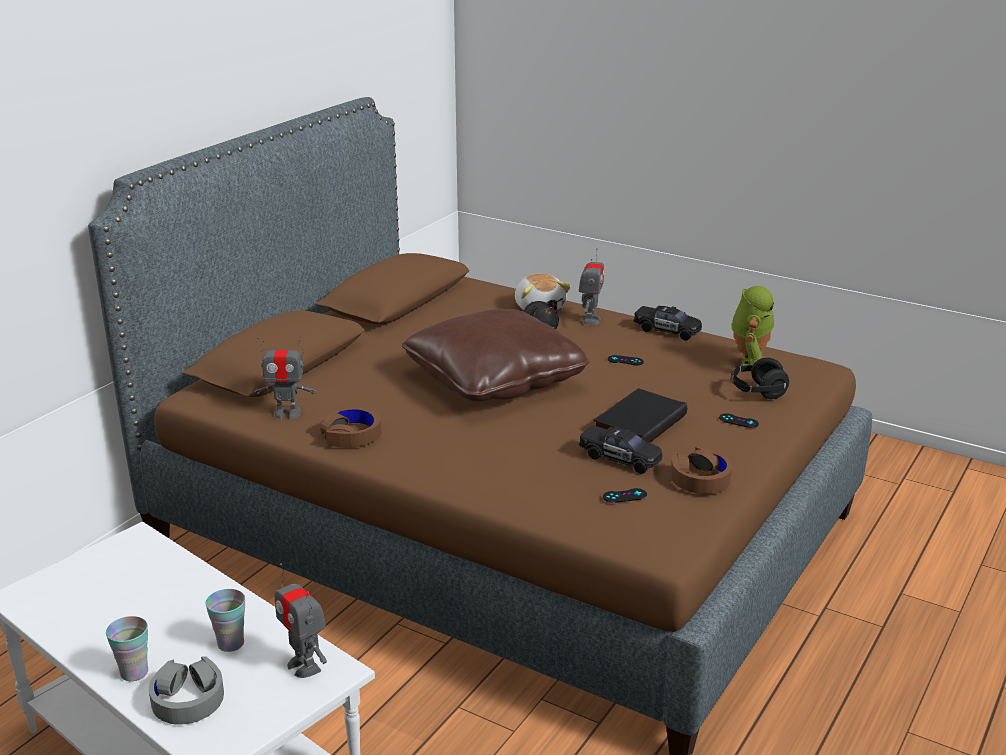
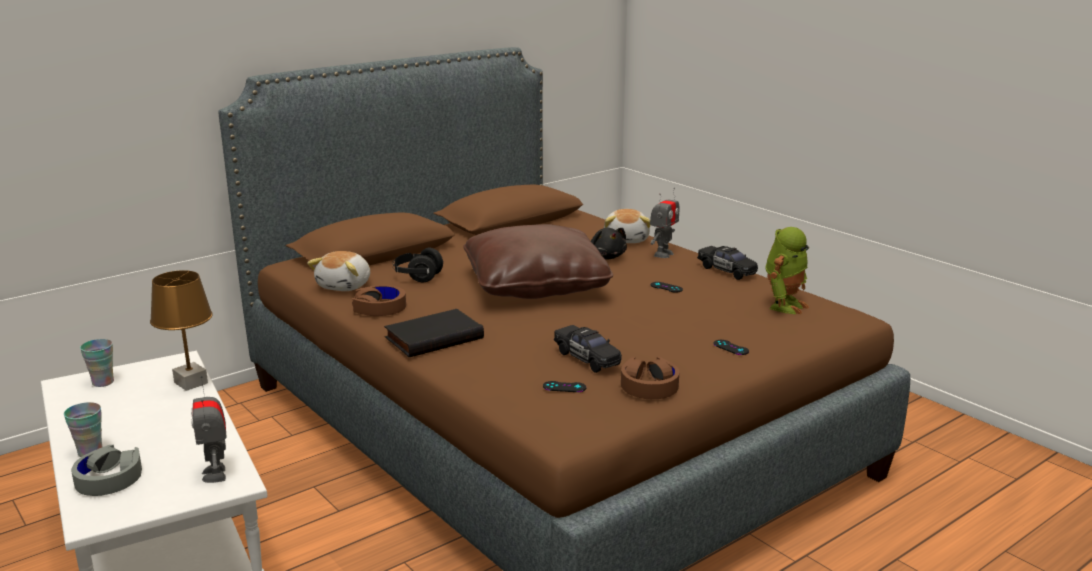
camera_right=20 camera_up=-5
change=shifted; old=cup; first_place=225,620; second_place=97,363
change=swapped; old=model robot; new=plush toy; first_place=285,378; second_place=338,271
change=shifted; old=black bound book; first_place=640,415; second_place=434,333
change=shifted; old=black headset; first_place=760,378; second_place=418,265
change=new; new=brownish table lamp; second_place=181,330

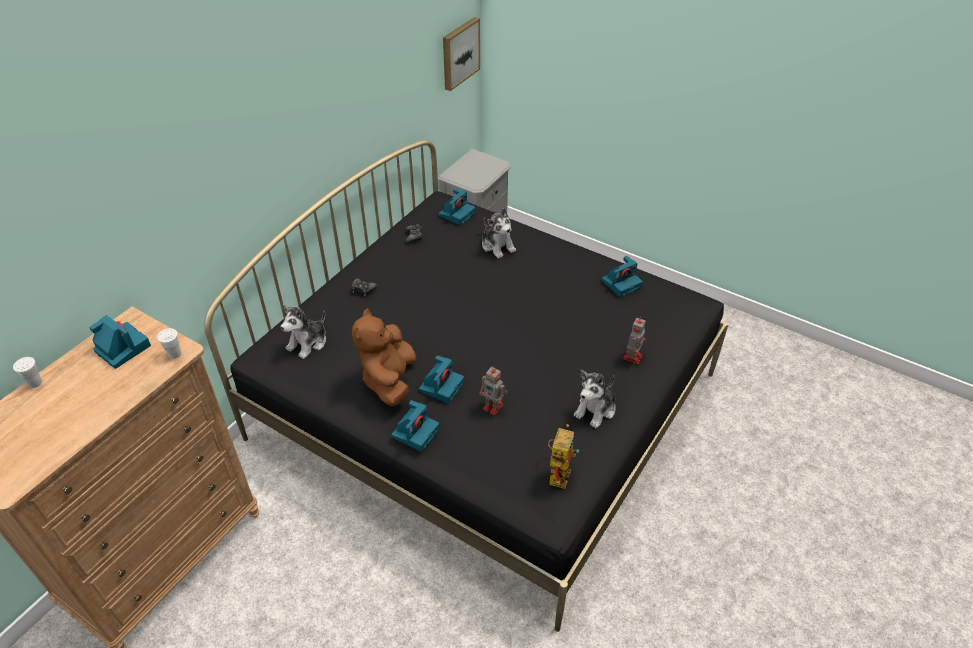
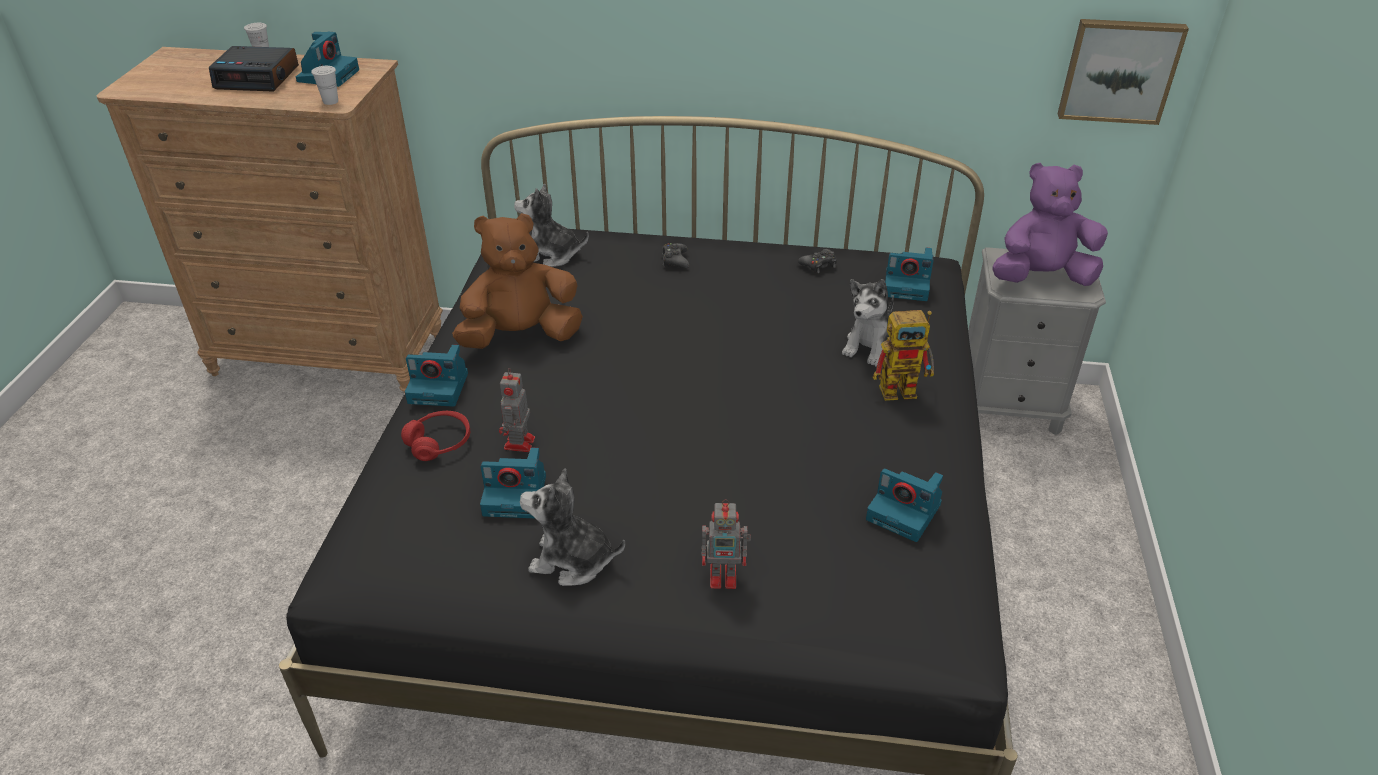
camera_right=65 camera_up=-5
change=shifted; old=still camera; first_place=441,379; second_place=513,483
change=shifted; old=model robot; first_place=563,456; second_place=903,355
change=new; new=alarm clock; second_place=254,69
change=new; new=red headset; second_place=435,436
change=new; new=purplish plush toy; second_place=1050,224

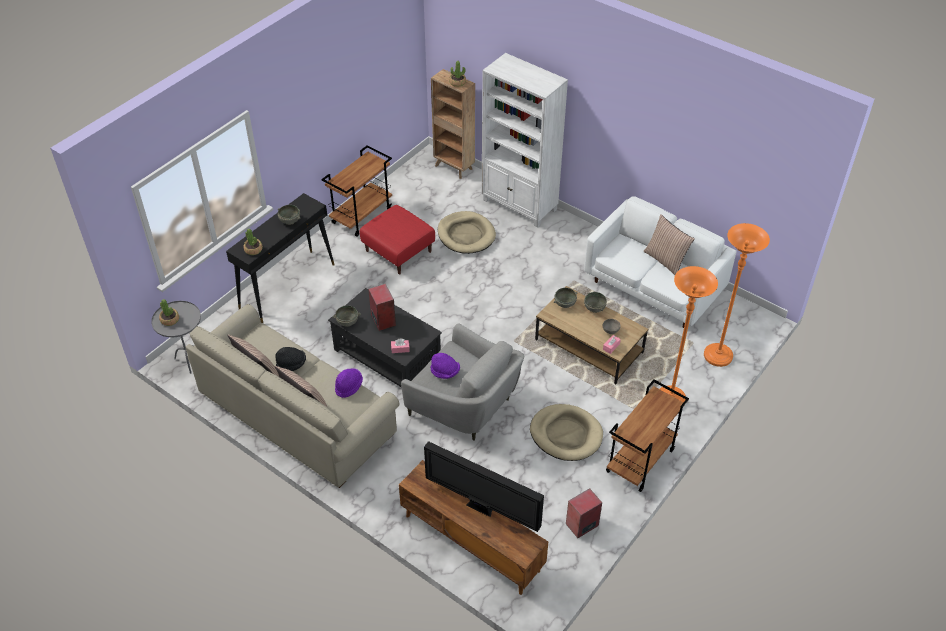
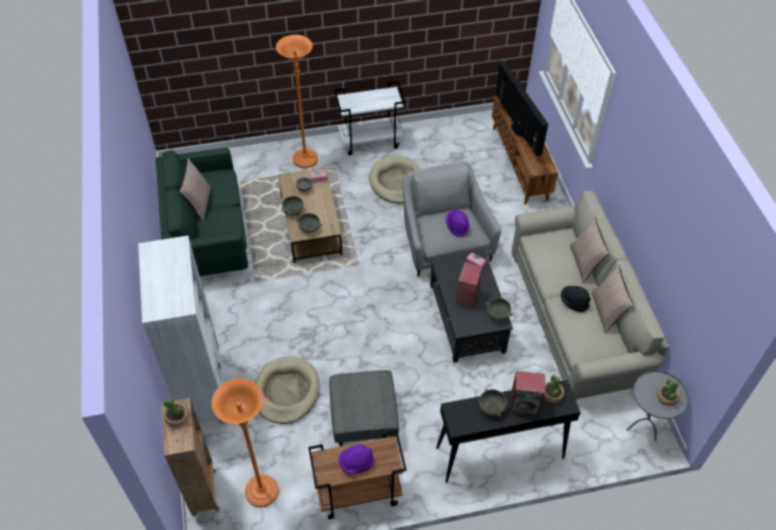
camera_right=-140 camera_up=5
change=shifted; old=purplish wearable hat; first_place=349,383; second_place=356,459
change=repainted; old=red pouffe; new=gray pouffe; first_place=397,239; second_place=364,408
change=shifted; old=loudspeaker; first_place=584,513; second_place=527,393
change=repainted; old=white couch; new=green couch; first_place=660,262; second_place=202,212
change=repainted; old=brownish trolley; new=white trolley; first_place=647,436; second_place=369,118
change=shifted; old=orange floor lamp; first_place=737,295; second_place=245,442

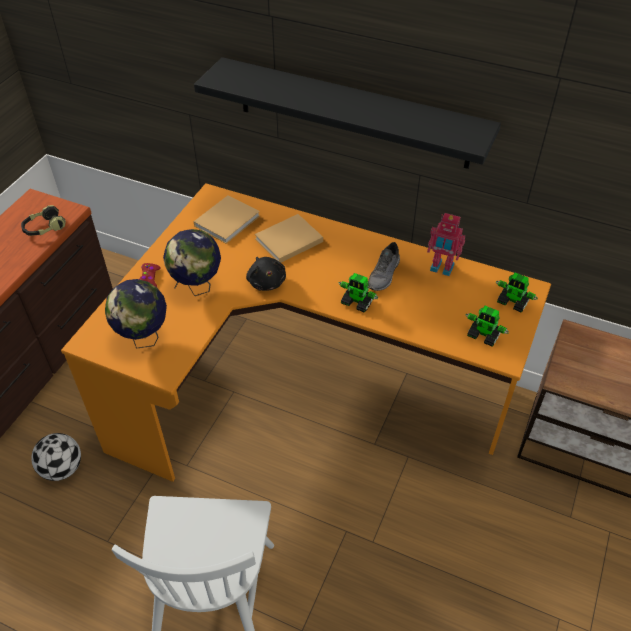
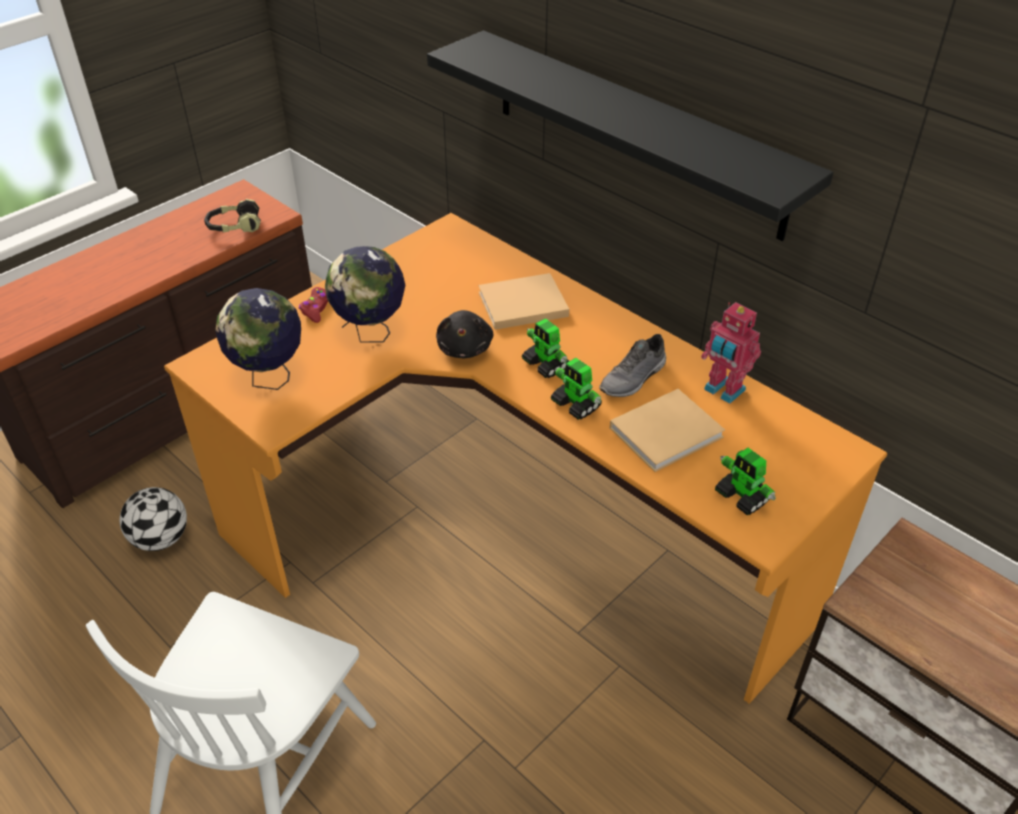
camera_right=20 camera_up=-5
change=shifted; old=sand-coloured bound book; first_place=227,219; second_place=667,430
change=shifted; old=model robot; first_place=517,292; second_place=545,348

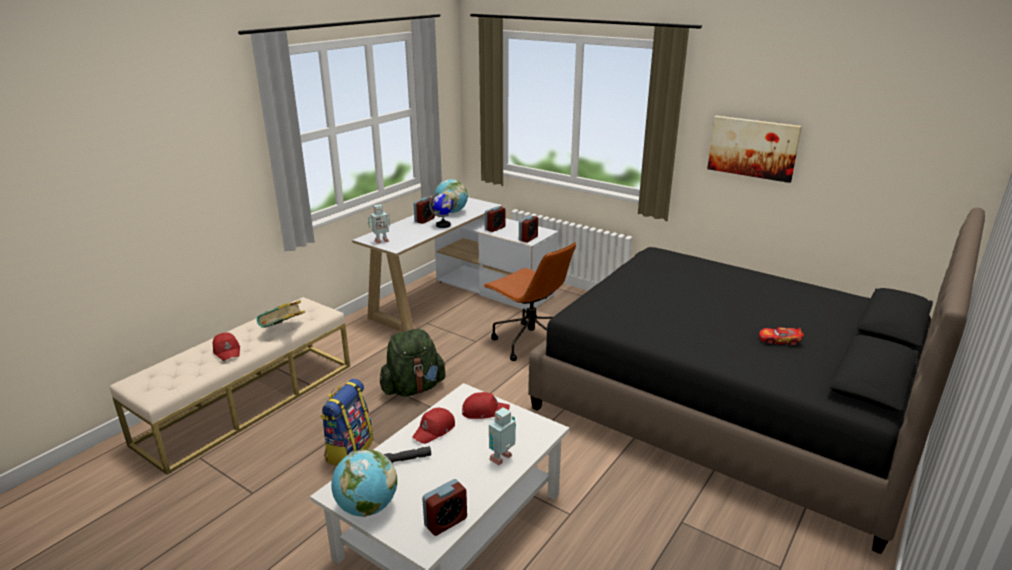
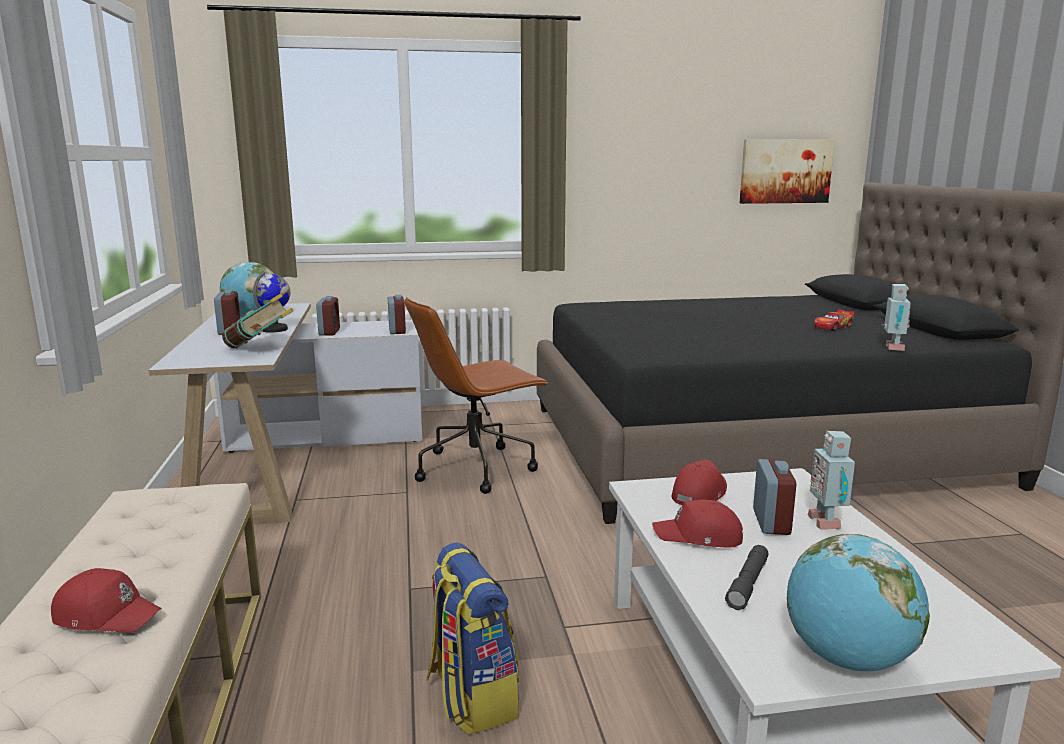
camera_right=-45 camera_up=-10
change=shifted; old=bound book; first_place=281,314; second_place=258,321
change=shifted; old=model robot; first_place=379,224; second_place=896,317
change=gone; old=green rucksack; first_place=413,362
change=rotated; old=red peaked cap; first_place=433,426; second_place=697,523; degrees=105
change=shifted; old=alarm clock; first_place=444,507; second_place=774,497
change=rotated; old=brownish office chair; first_place=529,301; second_place=476,395; degrees=150
change=shifted; old=picture; first_place=754,149; second_place=787,171

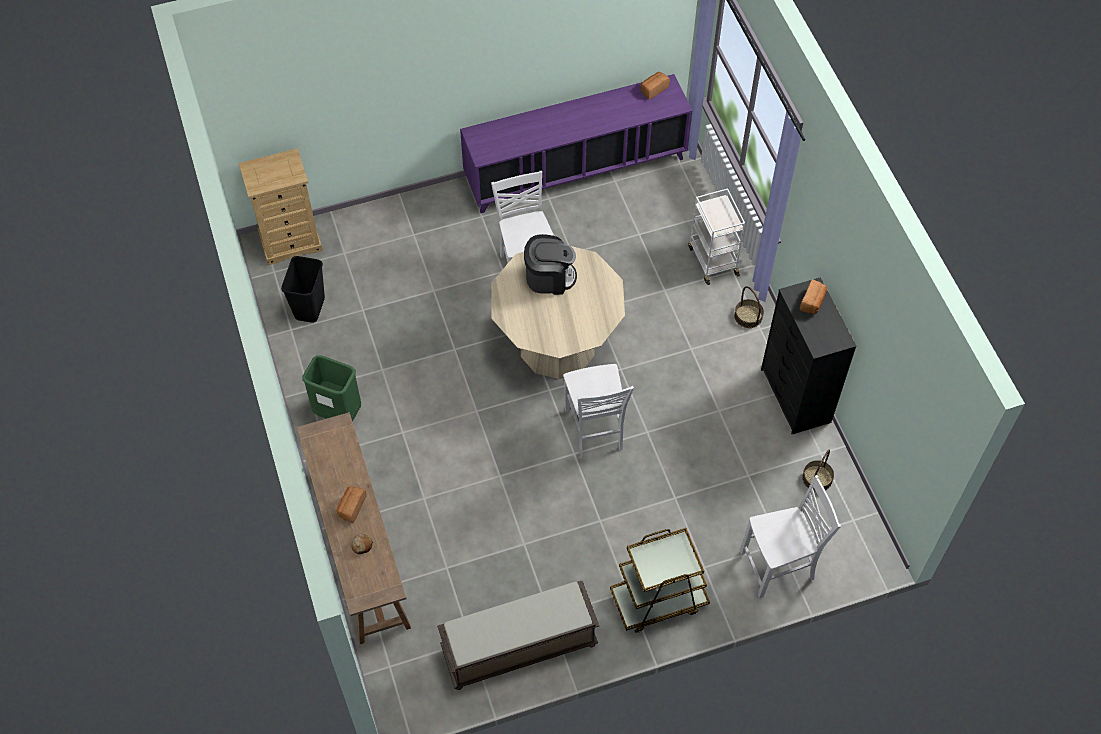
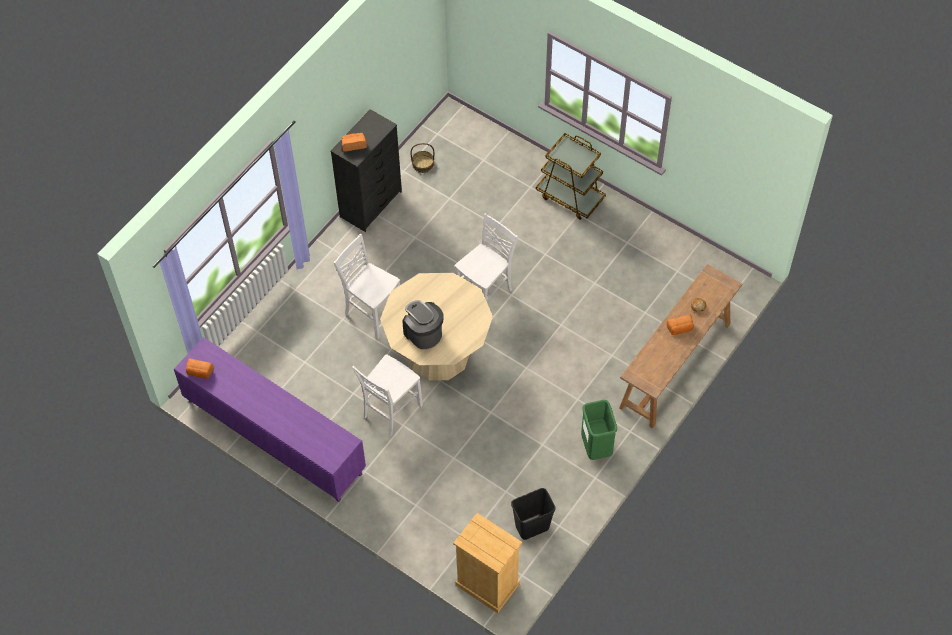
camera_right=-125 camera_up=0
change=gone; old=brownish indoor bench; first_place=518,635
change=gone; old=white trolley; first_place=716,236
change=gone; old=household basket; first_place=749,307
change=shifted; old=white chair; first_place=790,536; second_place=366,286

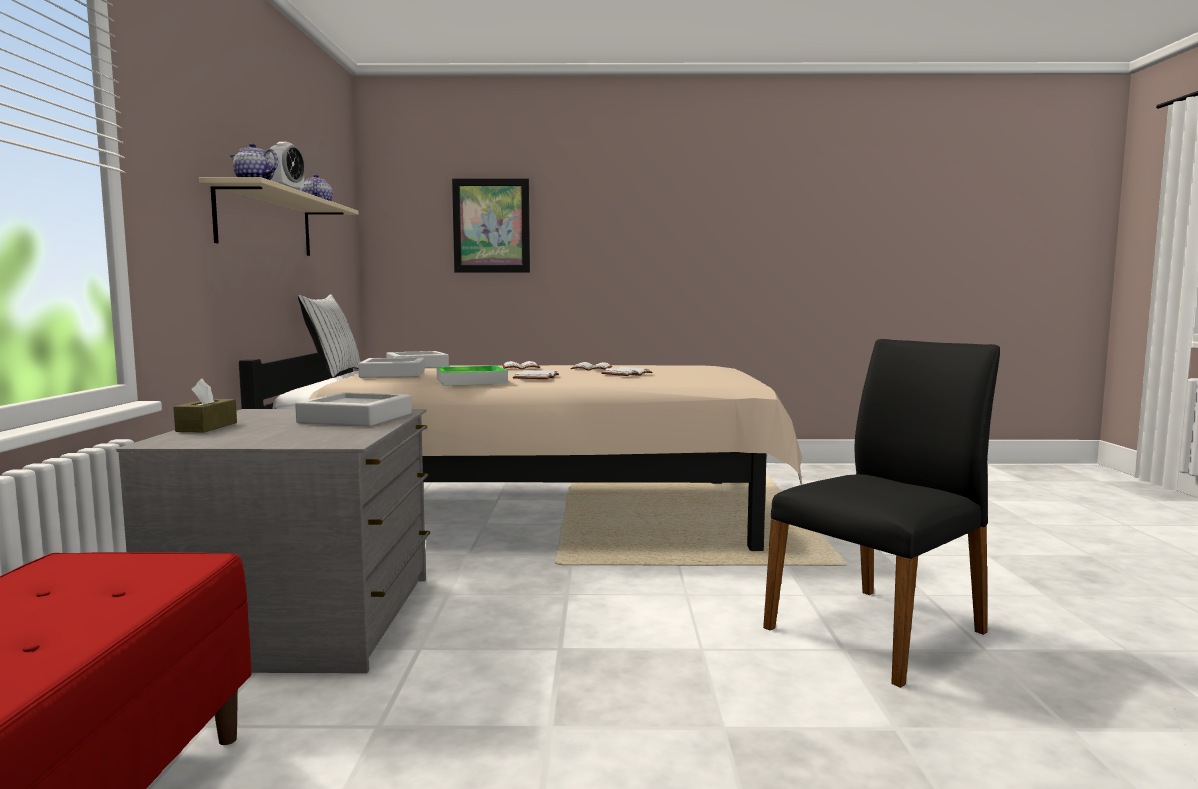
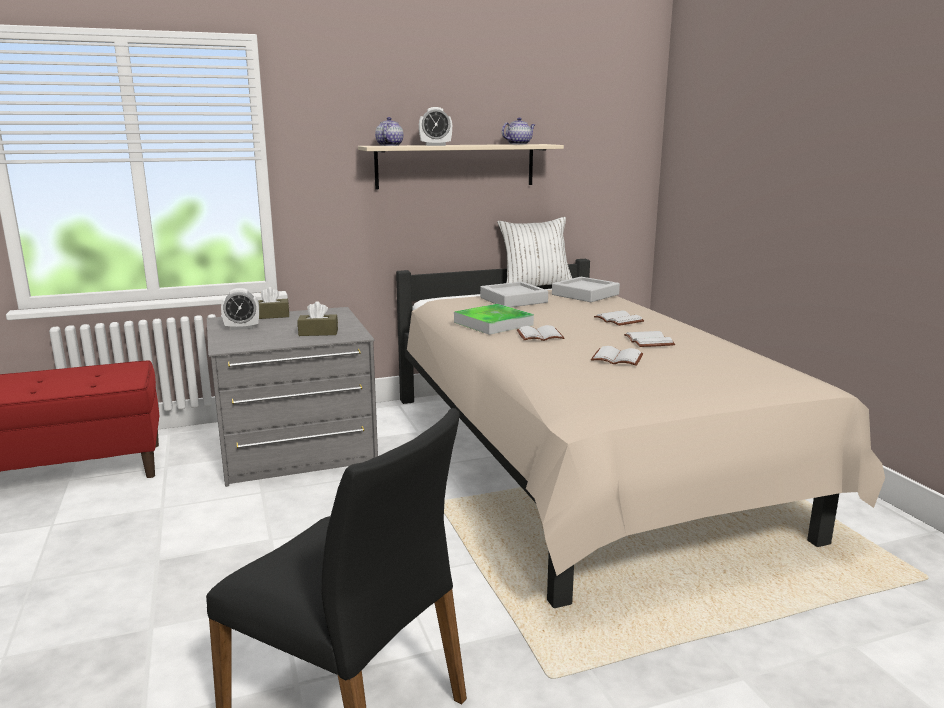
camera_right=70 camera_up=10
change=swapped; old=gray serving tray; new=brownish tissue box; first_place=353,409; second_place=317,318
change=gone; old=picture; first_place=491,225
change=new; new=alarm clock; second_place=240,309

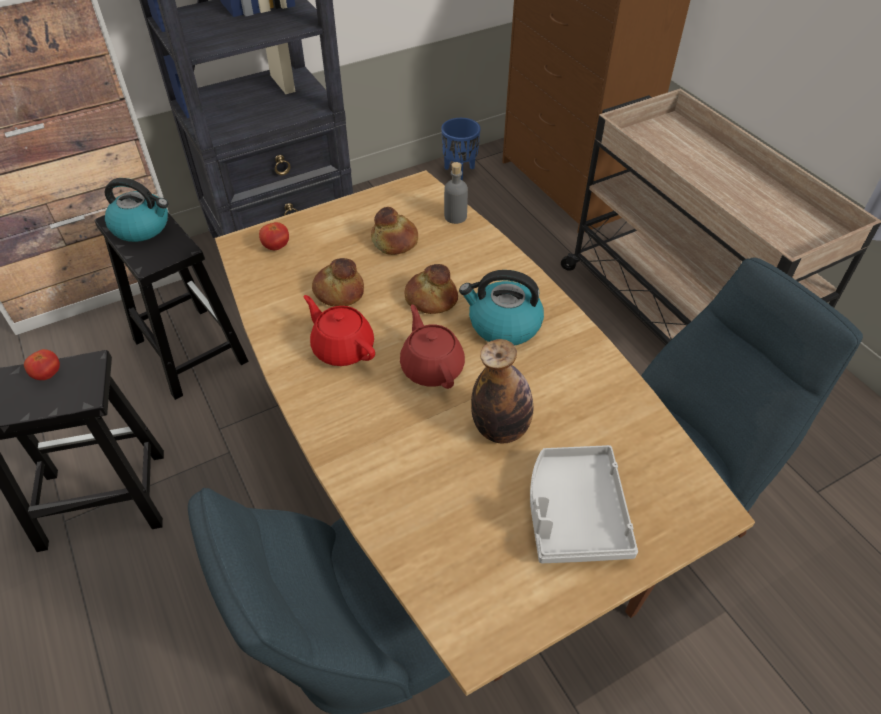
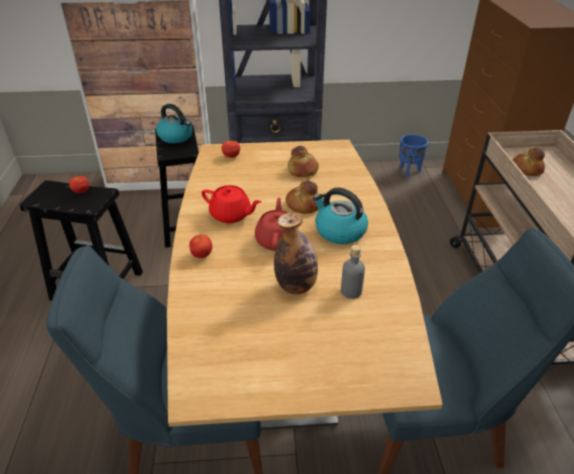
camera_right=25 camera_up=-10
change=rotated; old=red pot for tea; first_place=339,330; second_place=232,204; degrees=135
change=shifted; old=bread; first_place=338,282; second_place=529,162
change=shifted; old=gray beverage bottle; first_place=456,193; second_place=353,272
change=gone; old=gray serving tray; first_place=584,504
change=new; new=whole tomato; second_place=200,246

